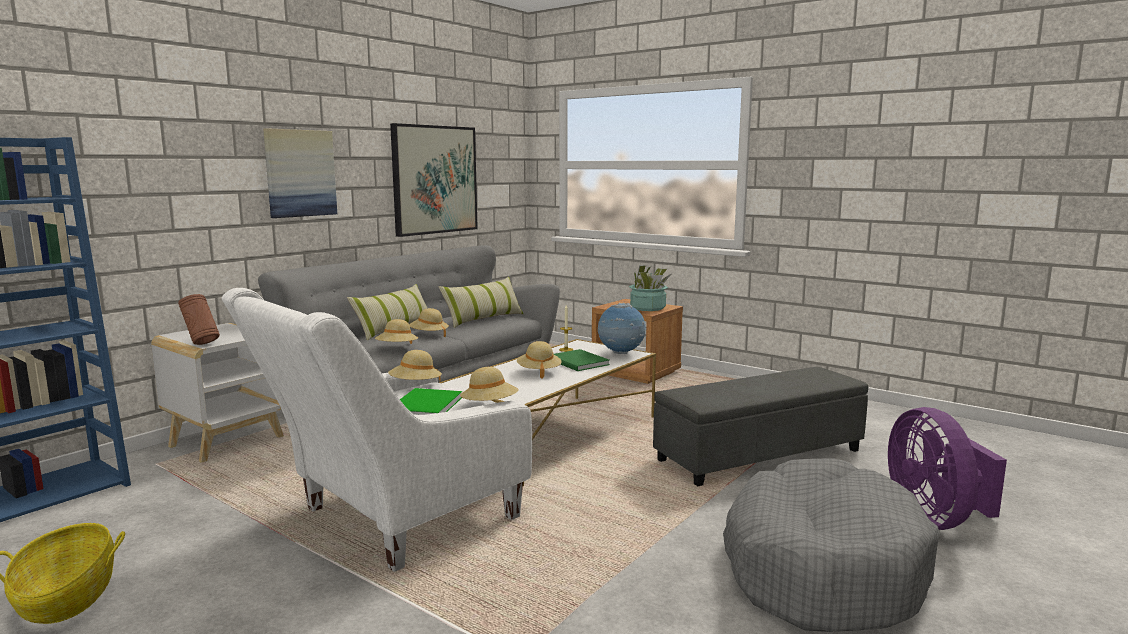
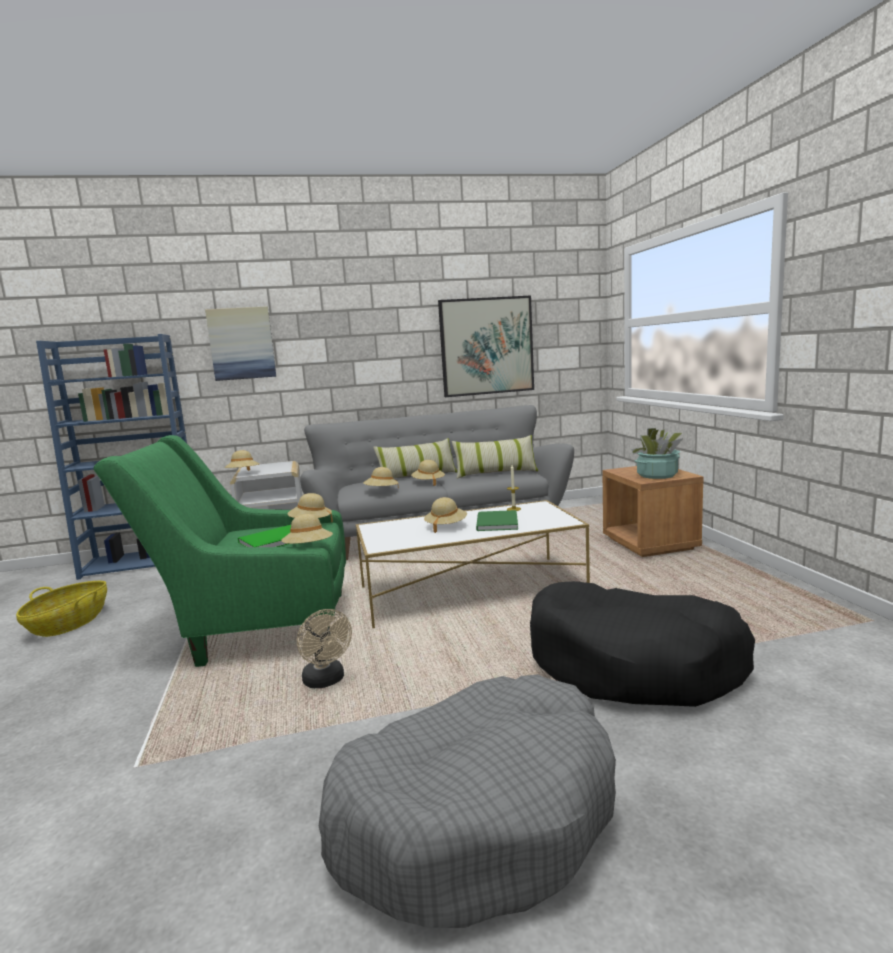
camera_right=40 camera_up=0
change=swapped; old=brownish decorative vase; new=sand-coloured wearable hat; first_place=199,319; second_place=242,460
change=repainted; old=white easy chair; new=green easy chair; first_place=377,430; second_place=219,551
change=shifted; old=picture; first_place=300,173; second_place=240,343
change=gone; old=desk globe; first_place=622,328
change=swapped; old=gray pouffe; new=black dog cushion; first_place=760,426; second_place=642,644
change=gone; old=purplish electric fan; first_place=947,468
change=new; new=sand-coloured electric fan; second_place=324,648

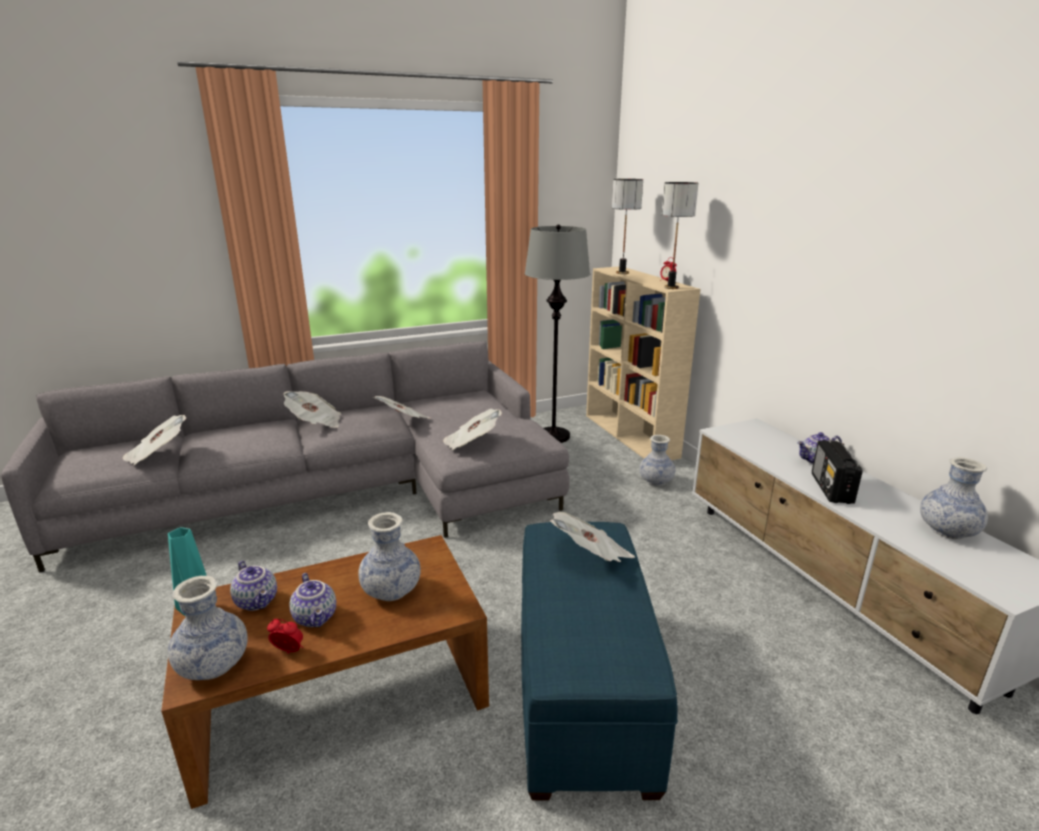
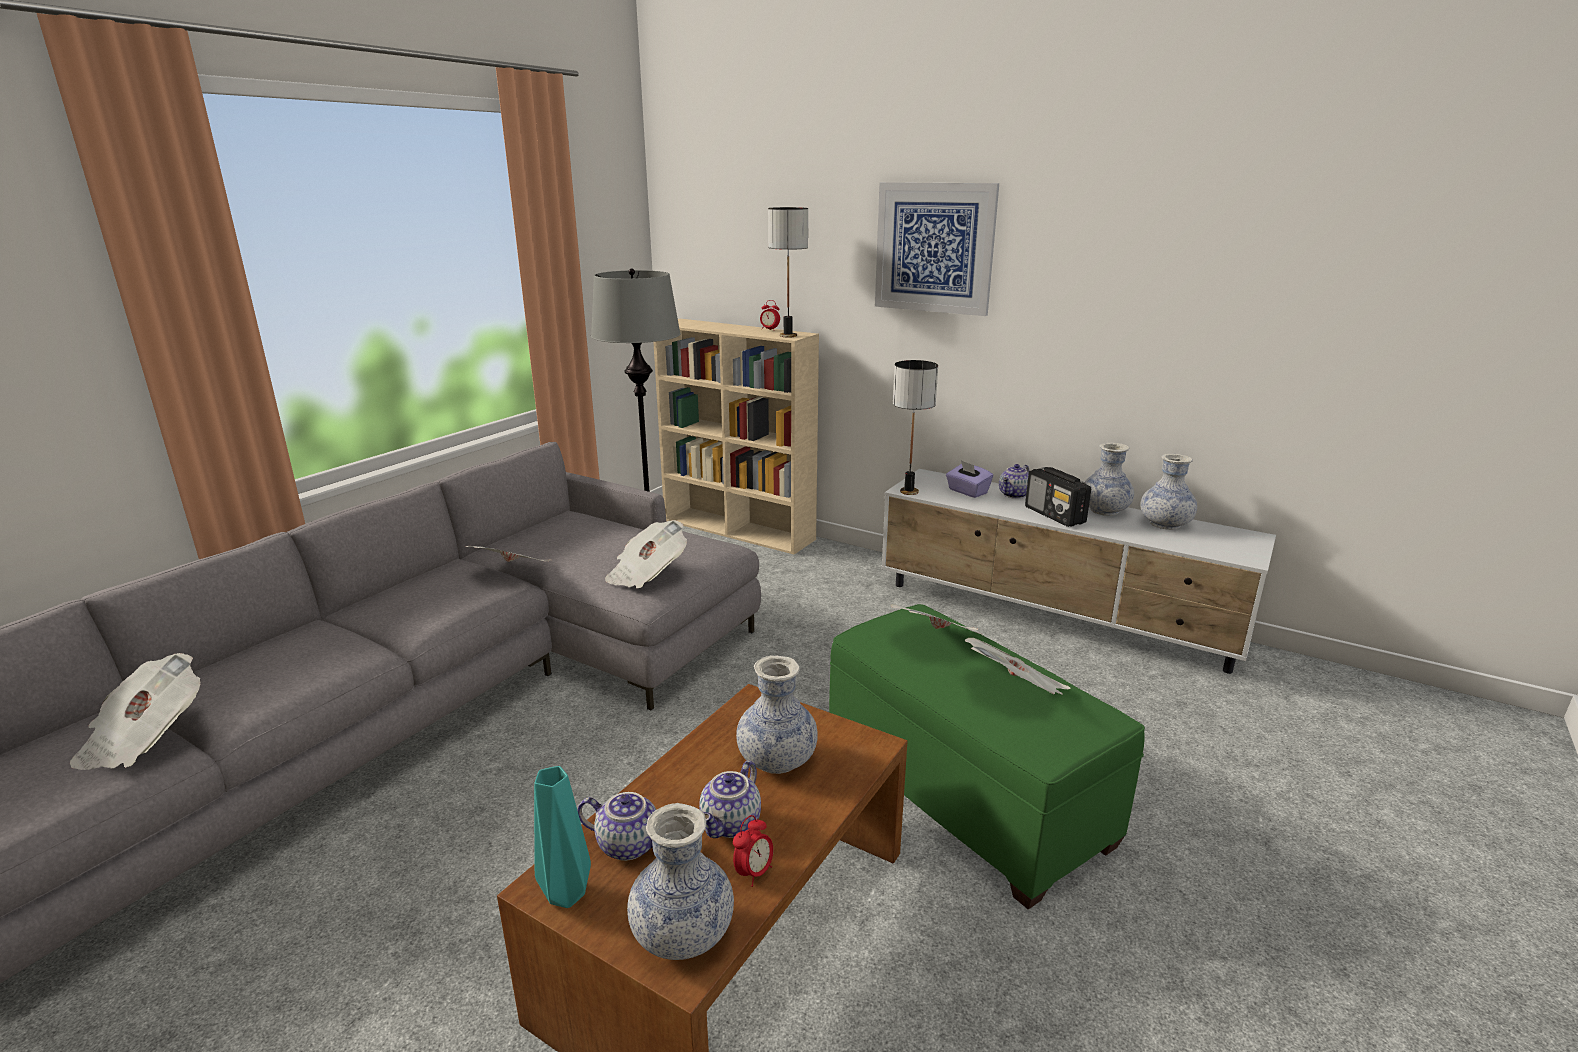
camera_right=-35 camera_up=0
change=rotated; old=alarm clock; first_place=285,636; second_place=753,851; degrees=150
change=shifted; old=daily paper; first_place=312,409; second_place=1018,666
change=rotated; old=pot for tea; first_place=312,600; second_place=730,799; degrees=90
change=repainted; old=blue pouffe; new=green pouffe; first_place=599,661; second_place=987,756
change=shifted; old=table lamp; first_place=627,226; second_place=915,427
change=shifted; old=decorative vase; first_place=657,460; second_place=1109,479
change=new; new=picture; second_place=937,249
change=new; new=purplish tissue box; second_place=969,479

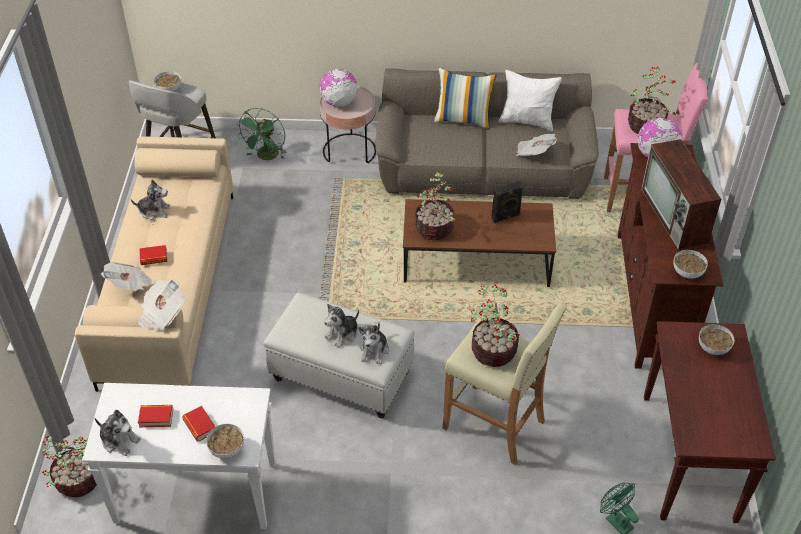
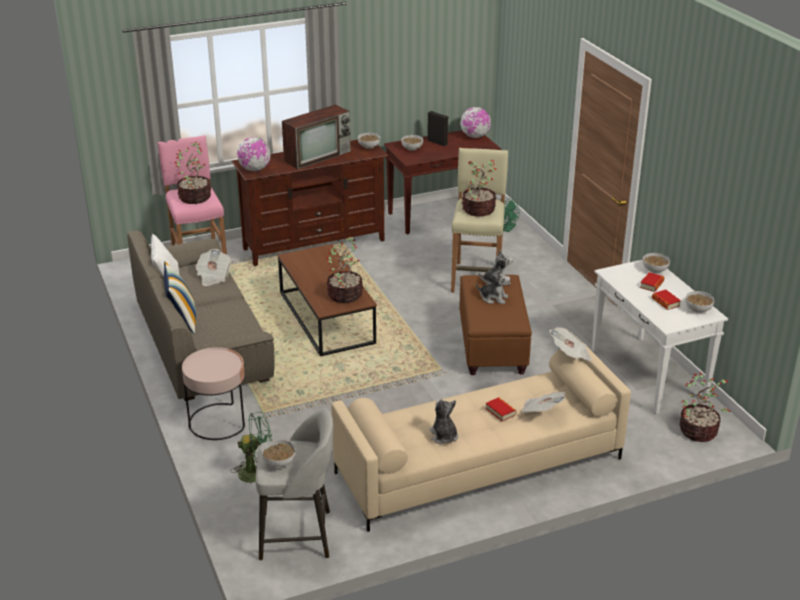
camera_right=-115 camera_up=-15
change=swapped; old=plush toy; new=bowl; first_place=118,433; second_place=700,302
change=repainted; old=white pouffe; new=brownish pouffe; first_place=339,355; second_place=495,325
change=shifted; old=desk globe; first_place=338,88; second_place=475,122
change=shifted; old=black loudspeaker; first_place=508,202; second_place=437,128

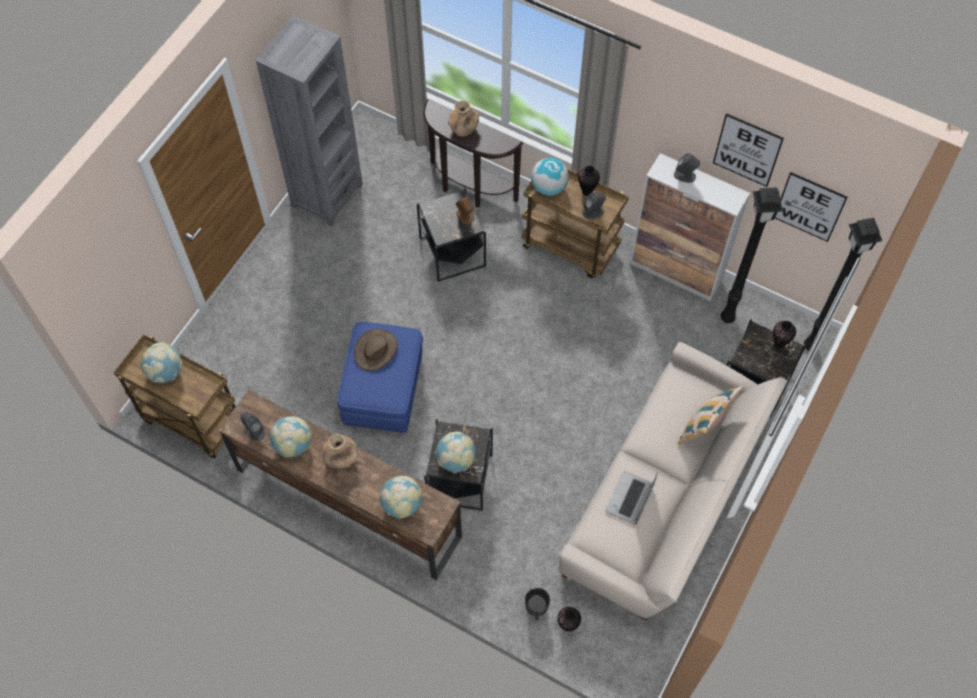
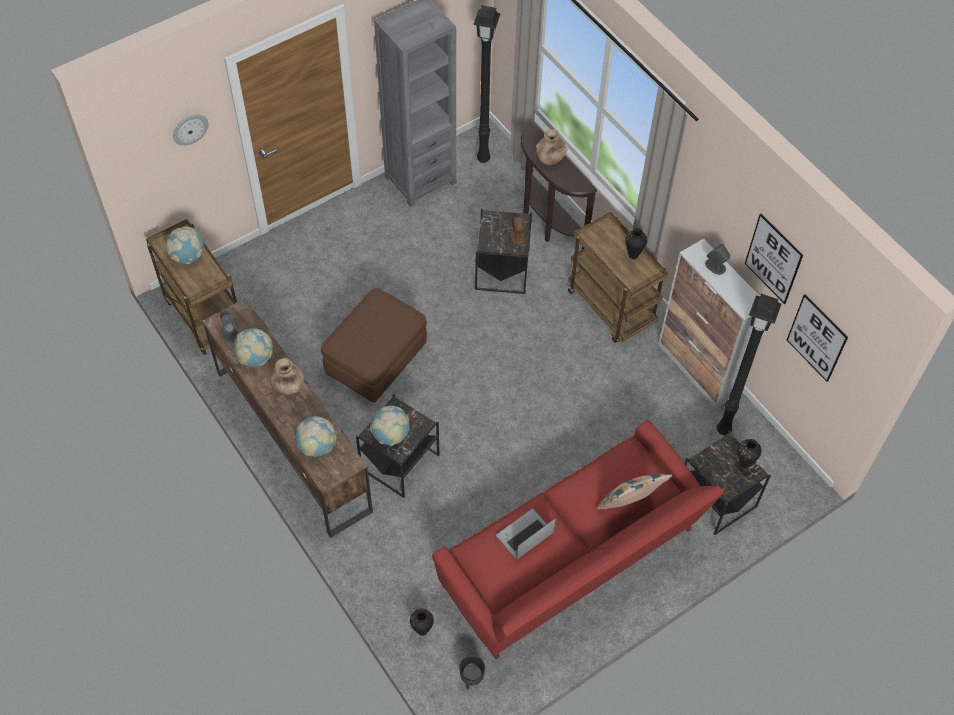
camera_right=25 camera_up=-5
change=repainted; old=blue pouffe; new=brownish pouffe; first_place=380,377; second_place=374,345
change=gone; old=brownish wearable hat; first_place=376,350
change=shifted; old=black flower pot; first_place=537,604; second_place=472,672
change=gone; old=desk globe; first_place=550,177
change=repainted; old=sand-coloured couch; new=red couch; first_place=673,481; second_place=578,539
change=gone; old=gray loudspeaker; first_place=594,206
change=shifted; old=black floor lamp; first_place=843,284; second_place=486,84
change=new; new=clock on the wall; second_place=190,130

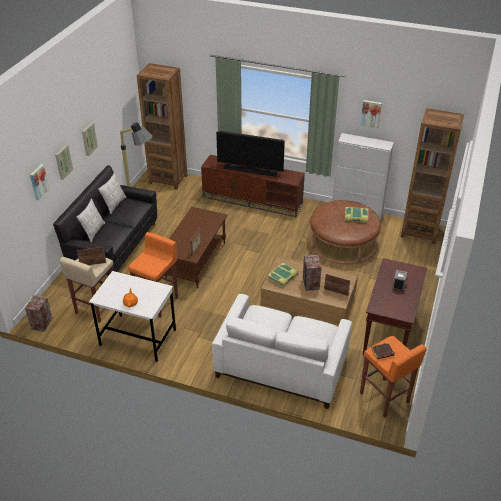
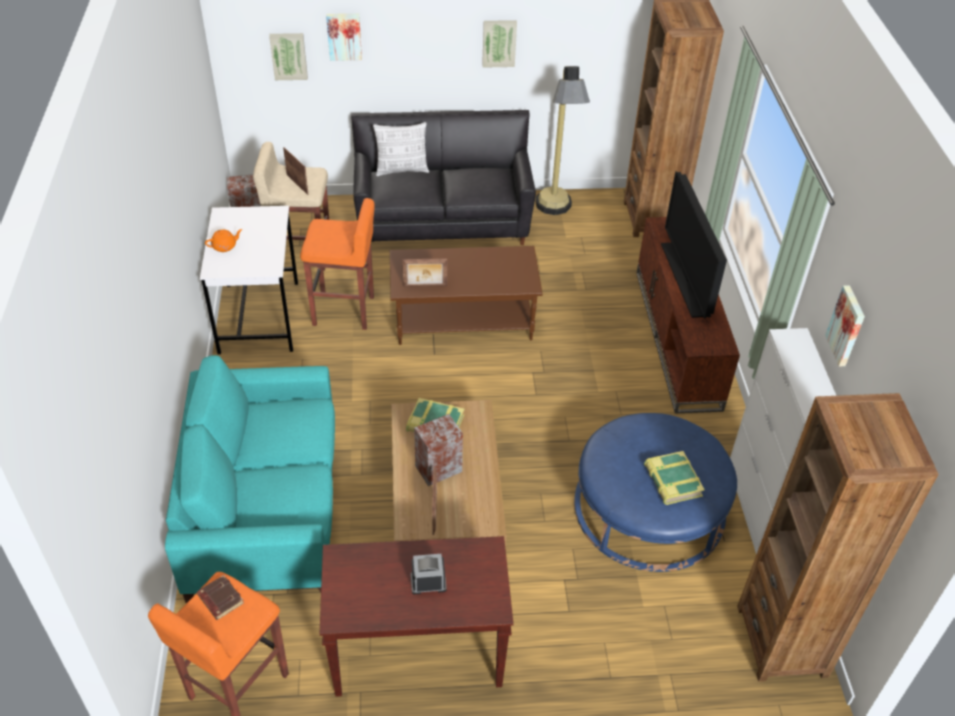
camera_right=65 camera_up=5
change=shifted; old=picture; first_place=64,162; second_place=288,56
change=gone; old=cushion; first_place=112,193
change=repainted; old=white couch; new=blue-green couch; first_place=282,351; second_place=250,479
change=repainted; old=brownish pouffe; new=blue pouffe; first_place=345,232; second_place=655,492

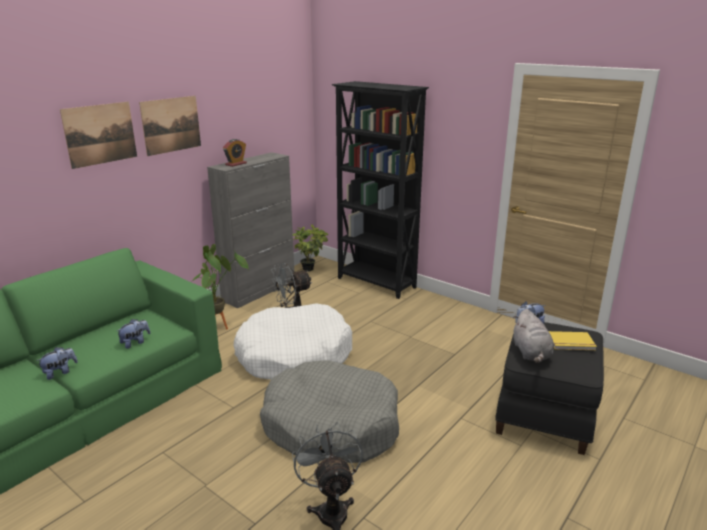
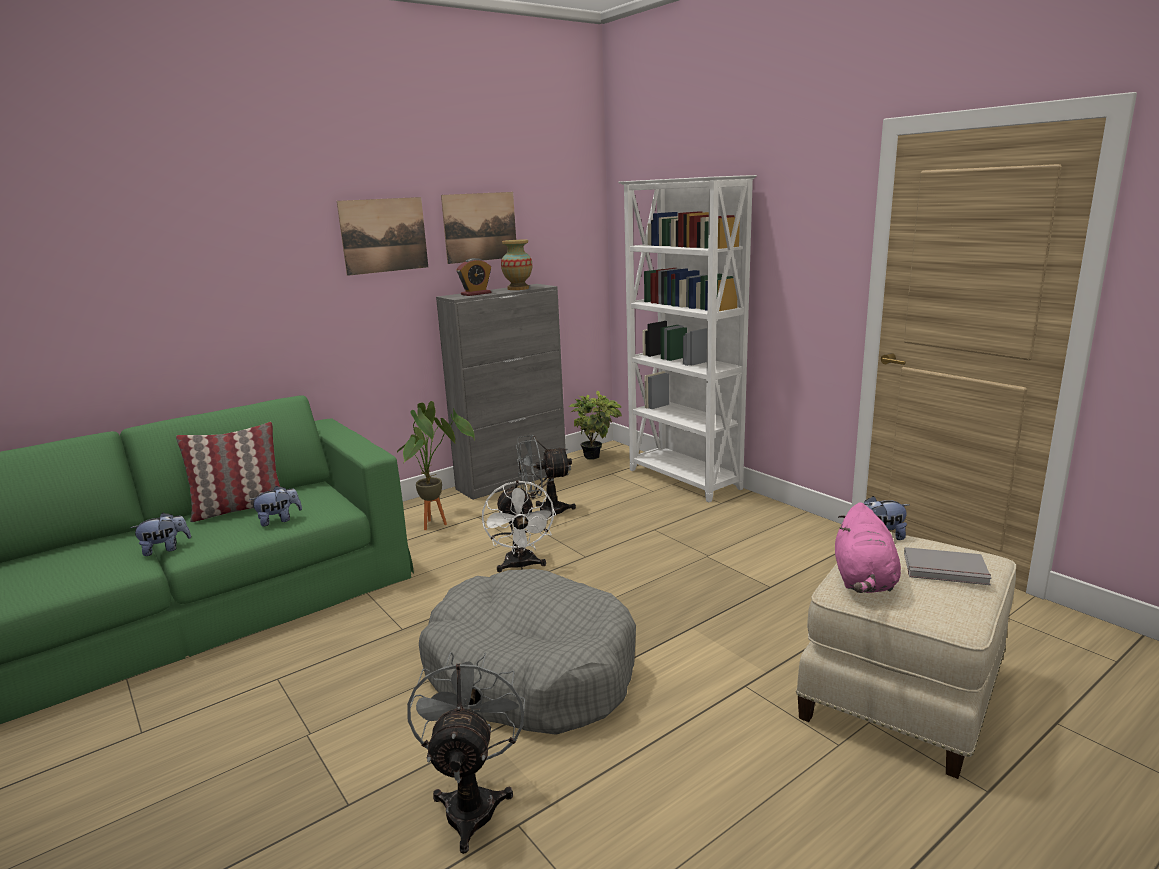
camera_right=15 camera_up=-5
change=shifted; old=picture; first_place=98,135; second_place=478,228
change=swapped; old=white dog cushion; new=white electric fan; first_place=293,341; second_place=519,526
change=repainted; old=black bookshelf; new=white bookshelf; first_place=380,190; second_place=687,338
change=repainted; old=black pouffe; new=sand-coloured pouffe; first_place=549,388; second_place=906,655
change=repainted; old=gray plush toy; new=pink plush toy; first_place=533,336; second_place=868,547
change=repainted; old=yellowish bound book; new=gray bound book; first_place=573,340; second_place=948,566
change=new; new=cushion; second_place=228,472
change=new; new=decorative vase; second_place=516,265

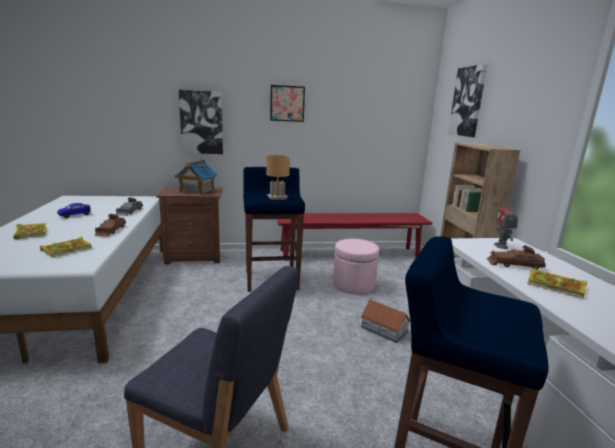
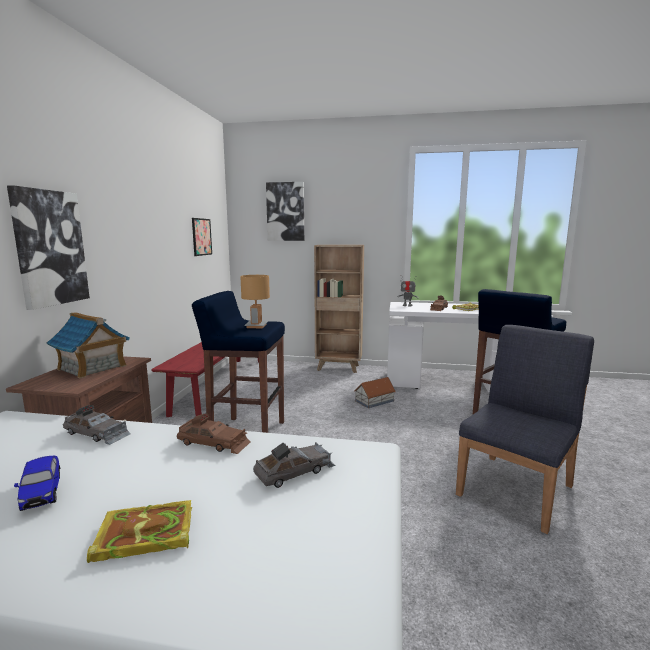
camera_right=-70 camera_up=-5
change=swapped; old=bound book; new=gray miniature car; first_place=66,247; second_place=294,465
change=shifted; old=picture; first_place=287,103; second_place=202,237
change=gone; old=pink pouffe; first_place=356,266

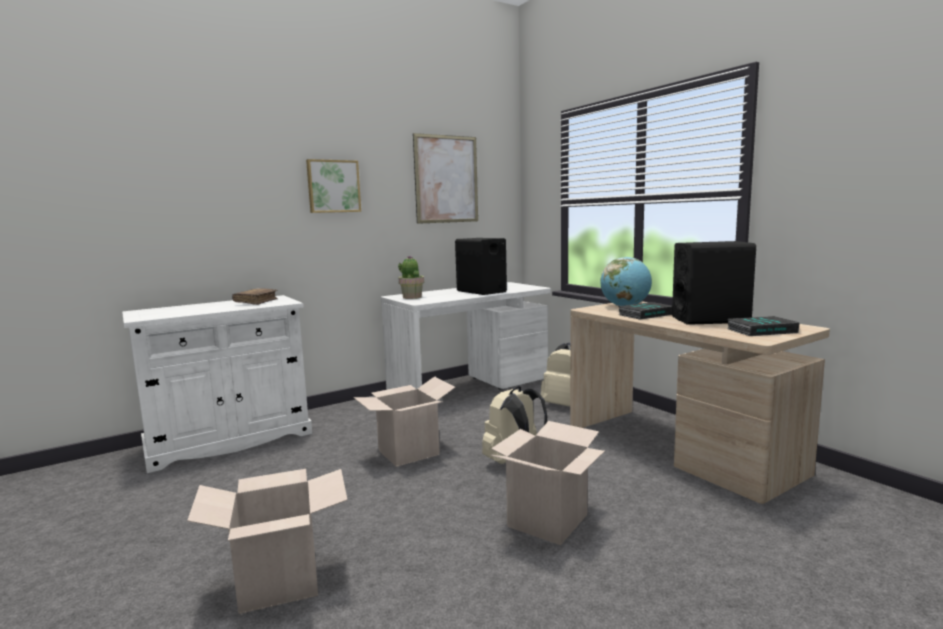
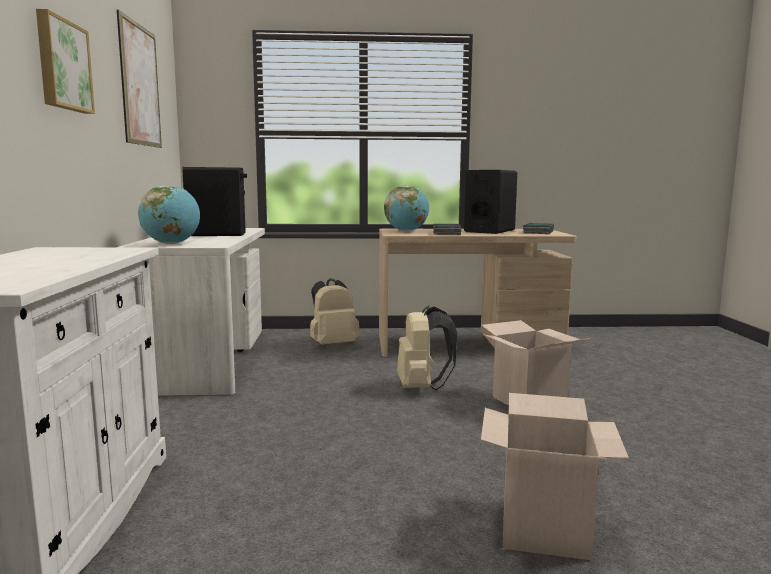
camera_right=-60 camera_up=0
change=gone; old=brownish bound book; first_place=255,296
change=gone; old=carton; first_place=404,421
change=swapped; old=plant in a pot; new=desk globe; first_place=411,277; second_place=169,214

